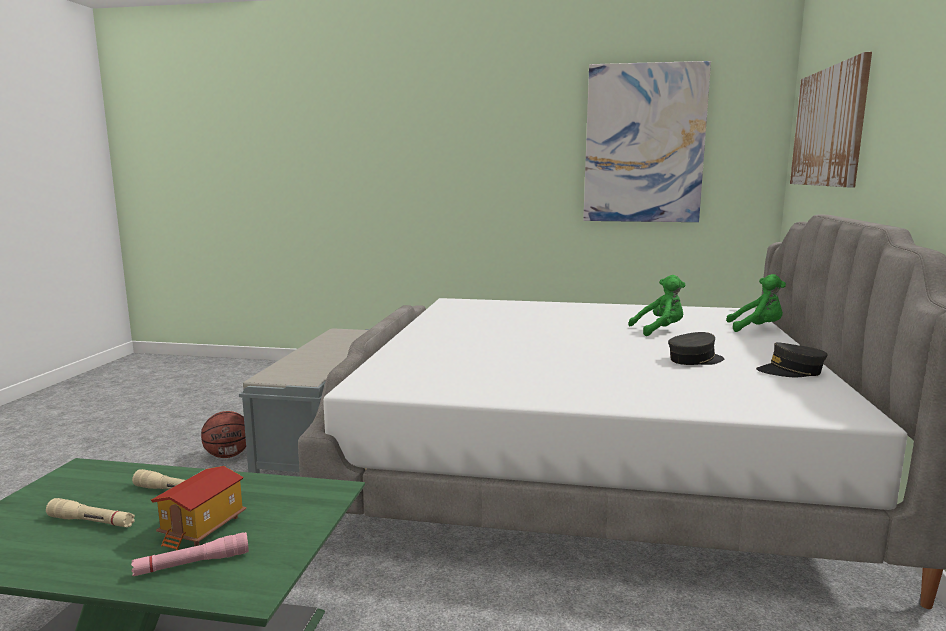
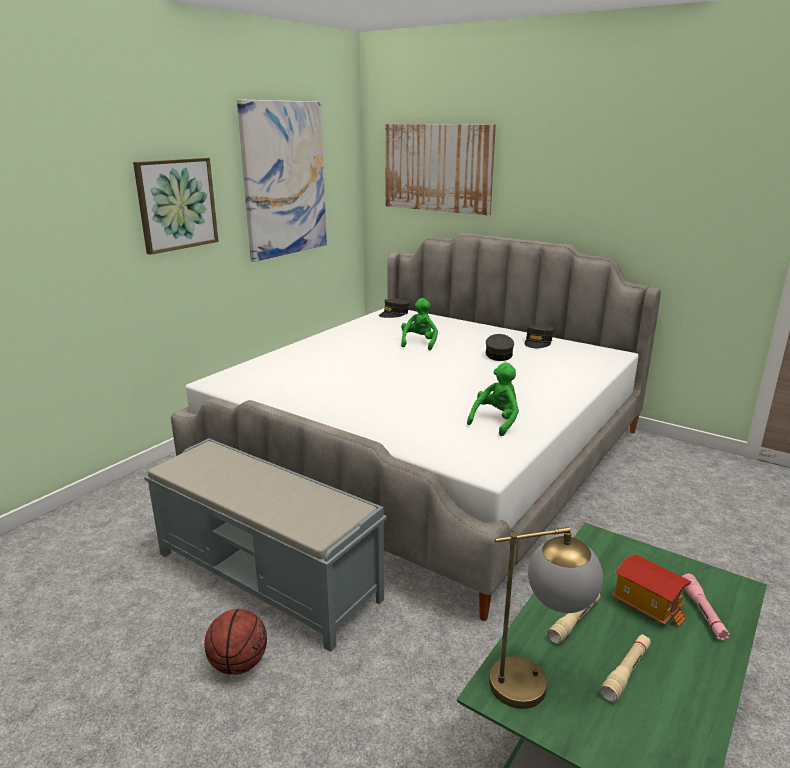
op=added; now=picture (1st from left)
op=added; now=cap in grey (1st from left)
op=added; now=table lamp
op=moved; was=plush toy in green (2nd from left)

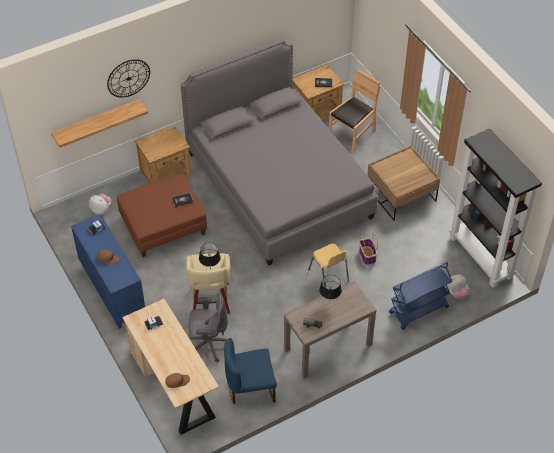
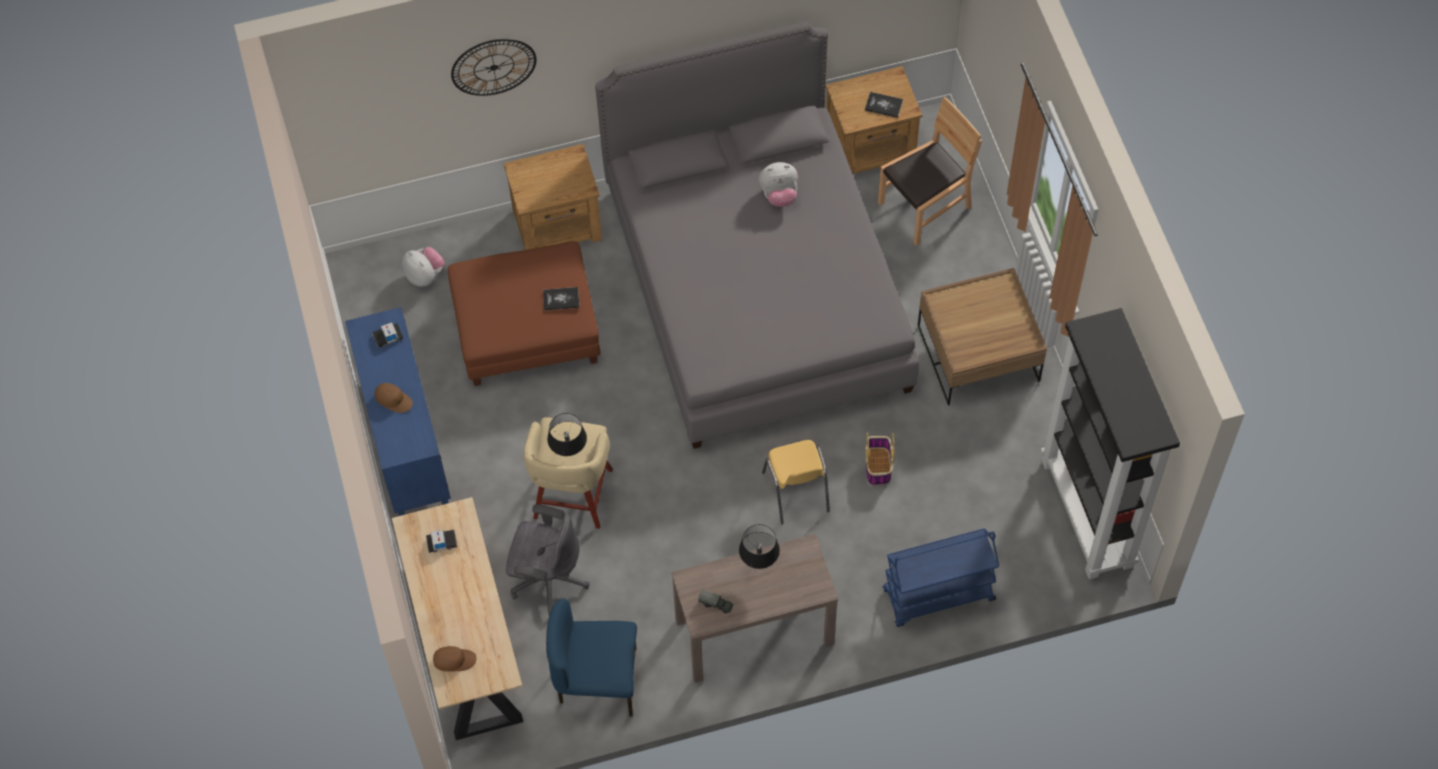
op=removed; was=shelf
op=moved; was=plush toy (2nd from left)

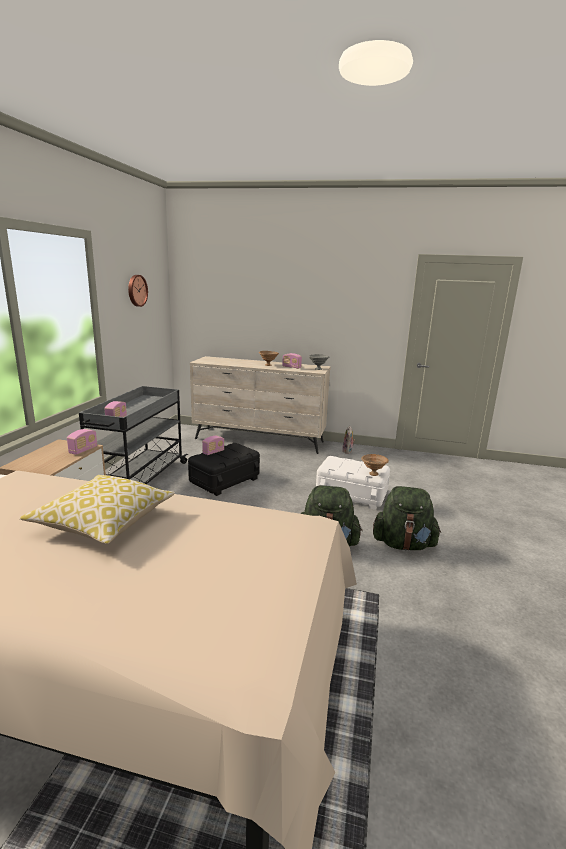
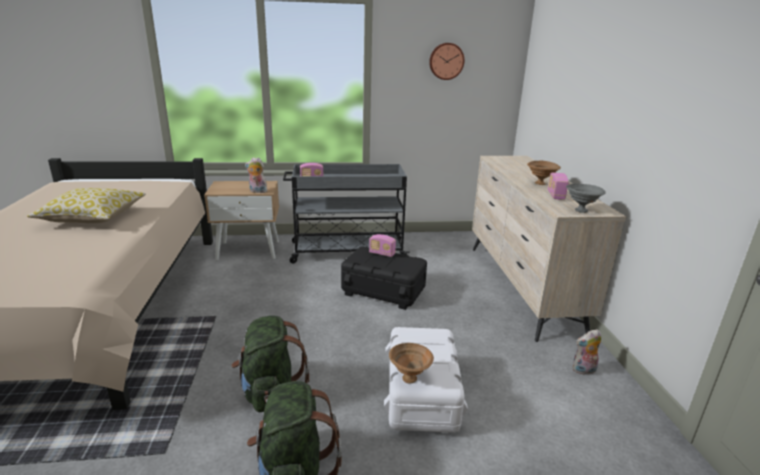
op=replaced; was=radio (1st from left); now=plush toy (1st from left)

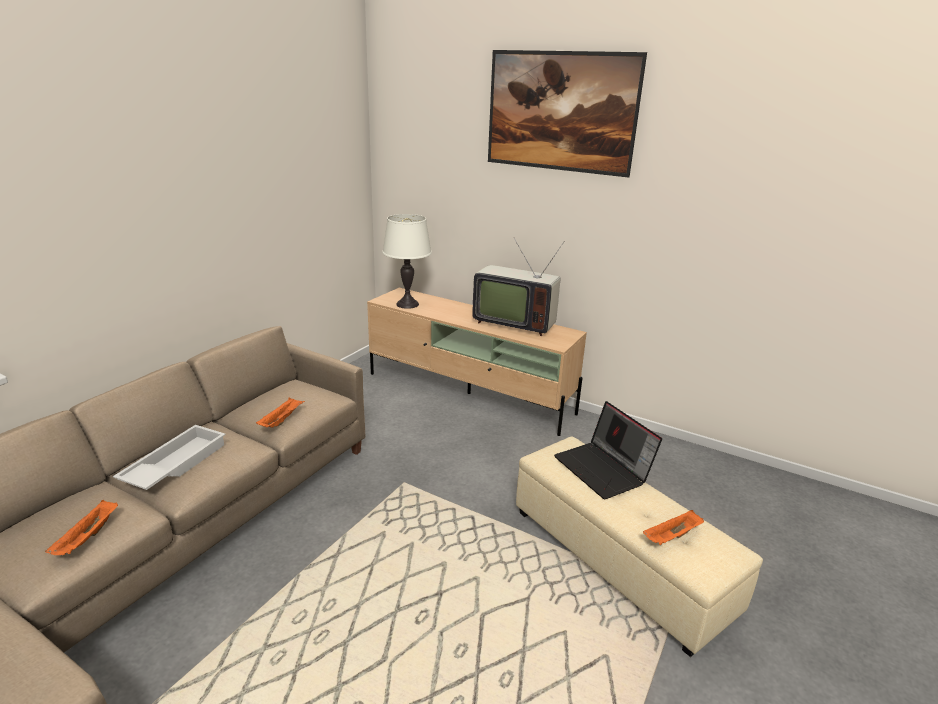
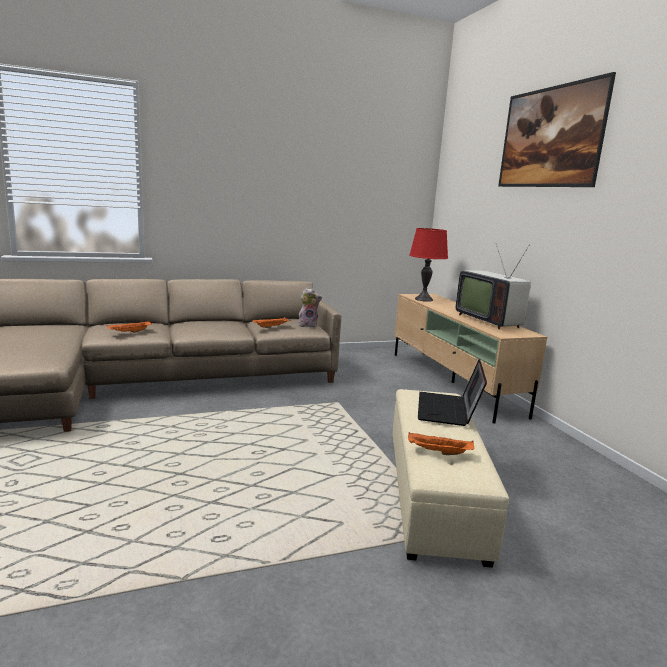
op=removed; was=tray in white
op=added; now=plush toy
op=recoloured; was=table lamp in white; now=table lamp in red

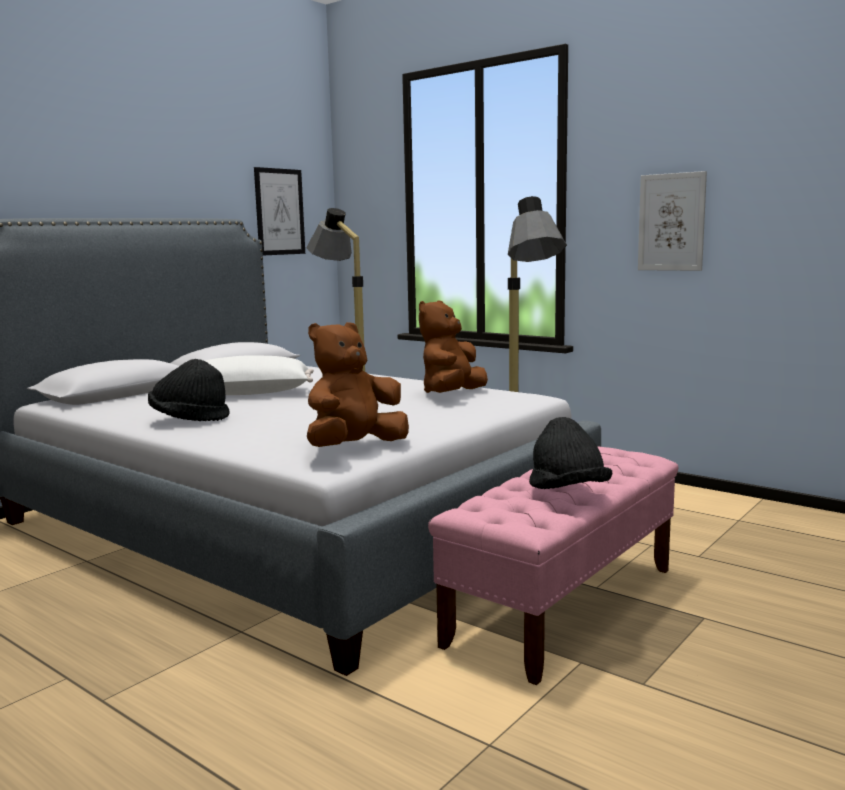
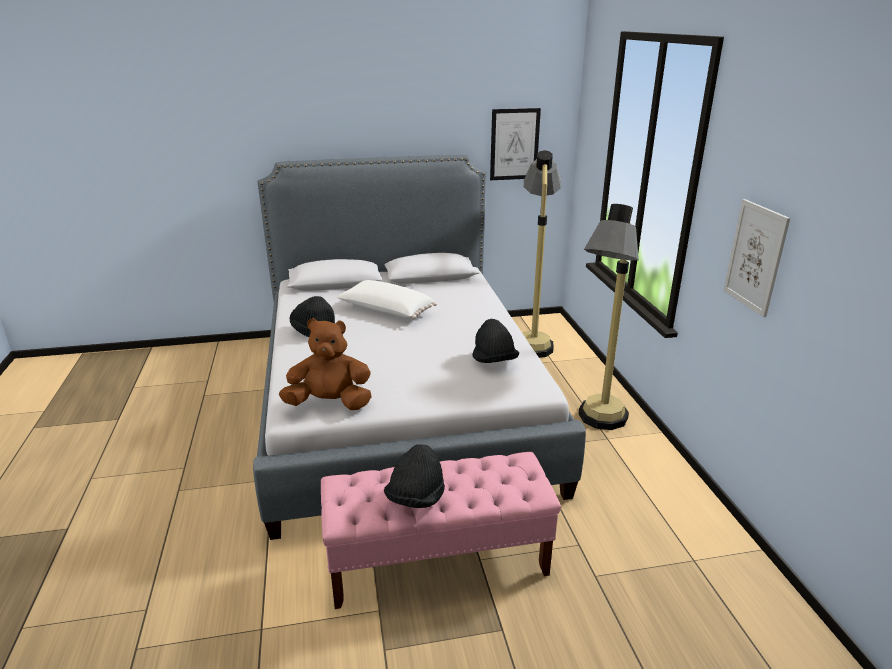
op=replaced; was=plush toy in brown (2nd from left); now=hat in black (3rd from left)

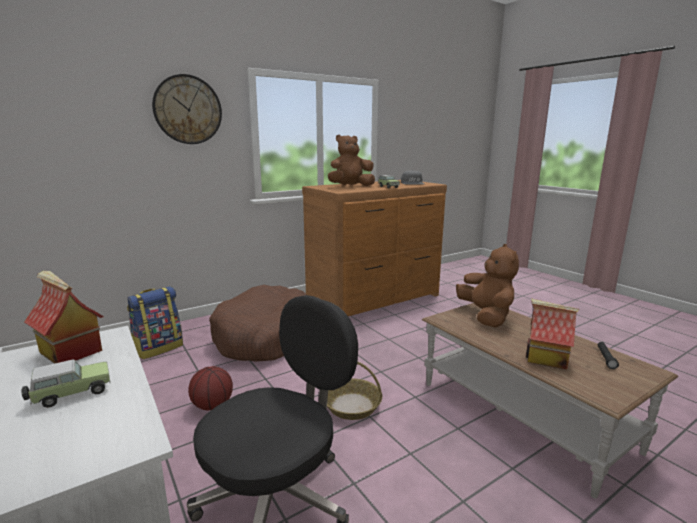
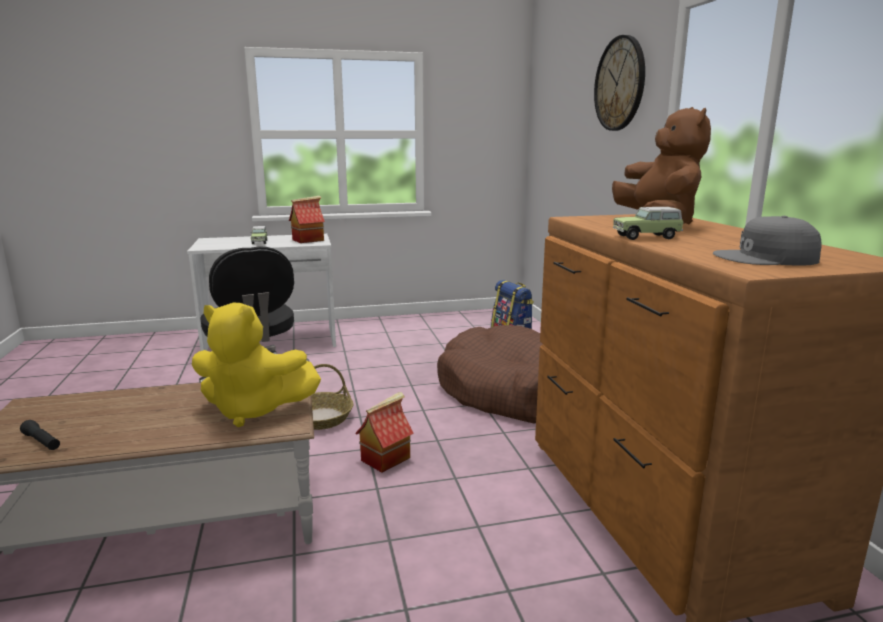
op=removed; was=basketball
op=moved; was=toy house (2nd from left)
op=recoloured; was=plush toy in brown (2nd from left); now=plush toy in yellow

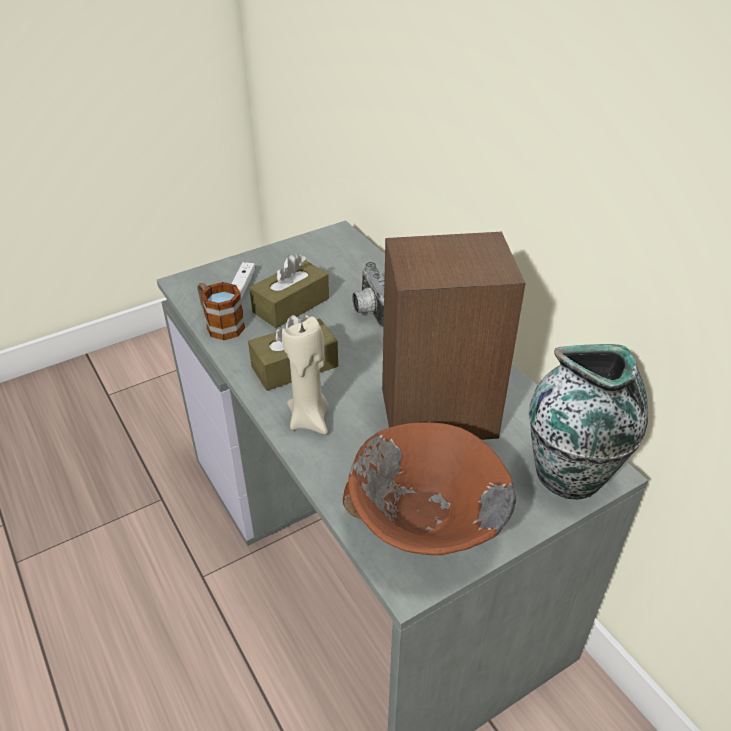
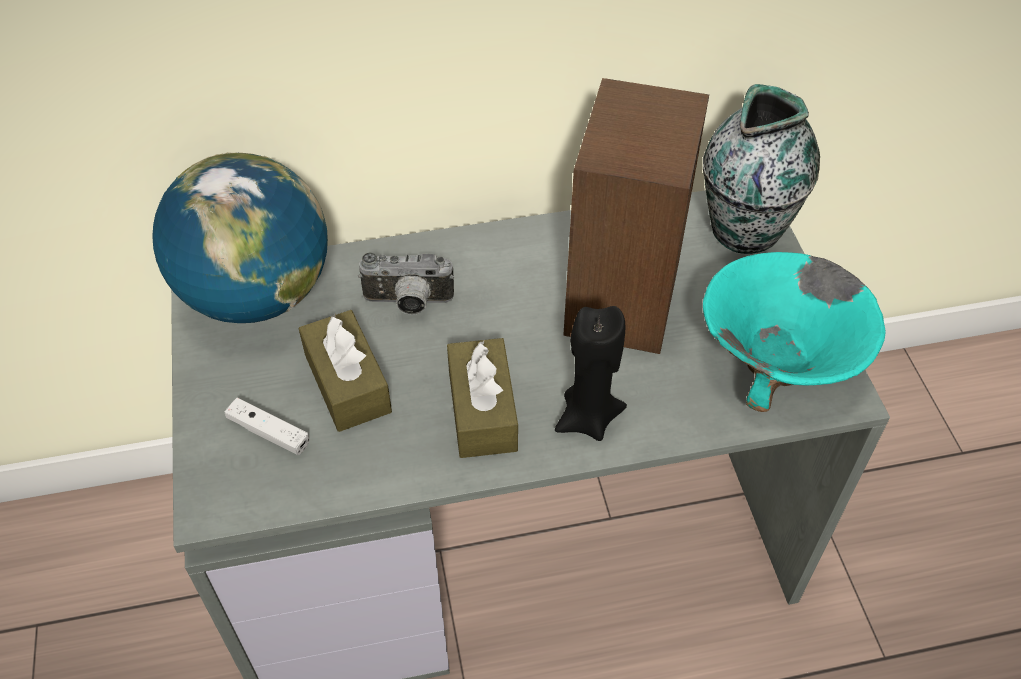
op=removed; was=mug
op=added; now=globe
op=recoloured; was=candle in beige; now=candle in black
op=recoloured; was=bowl in brown; now=bowl in turquoise

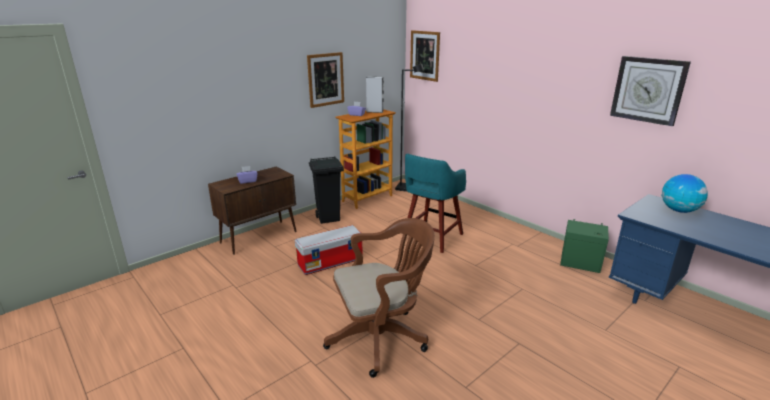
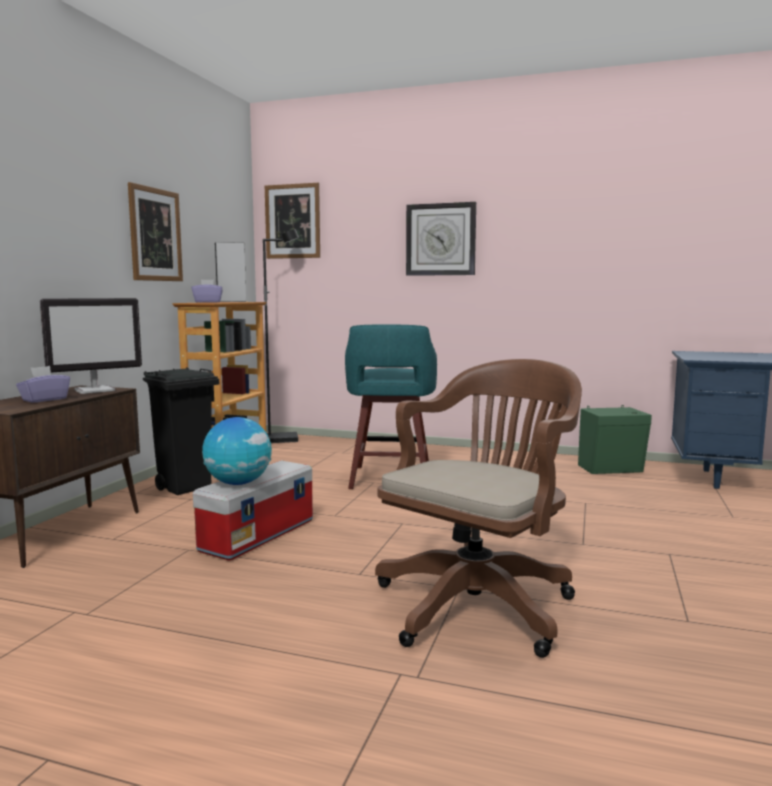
op=added; now=monitor
op=moved; was=wall clock
op=moved; was=globe

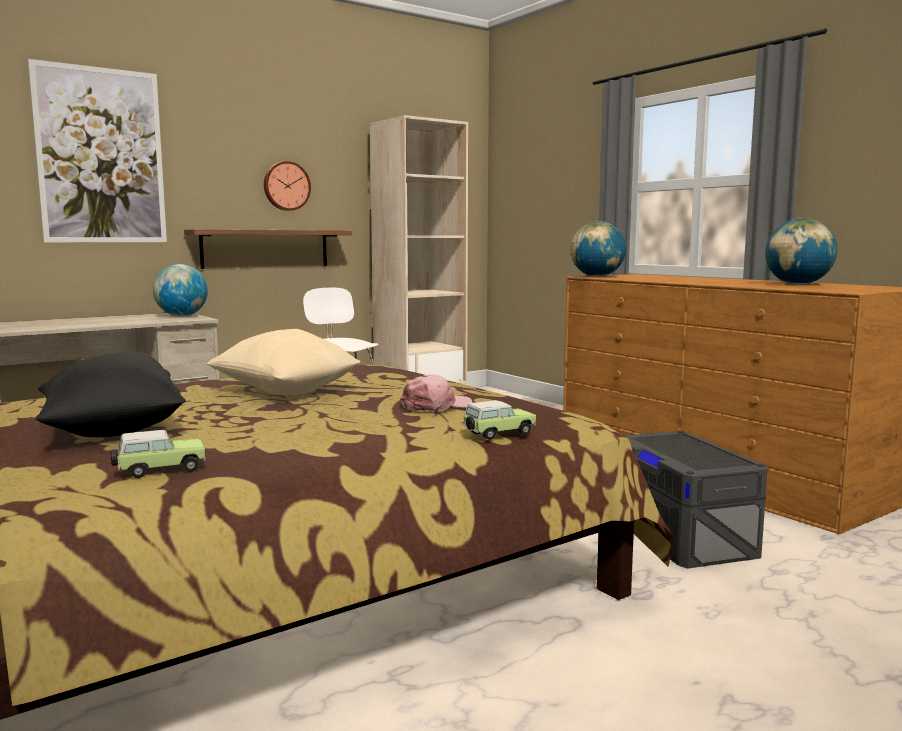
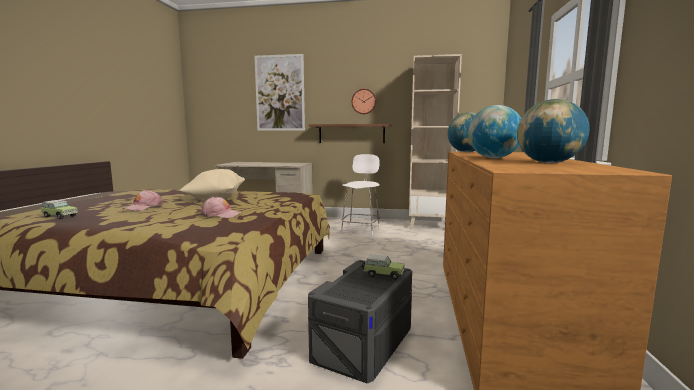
op=removed; was=pillow in black
op=added; now=cap in pink (1st from left)
op=moved; was=globe (1st from left in the first image); now=globe (2nd from left)
op=moved; was=toy car (2nd from left)

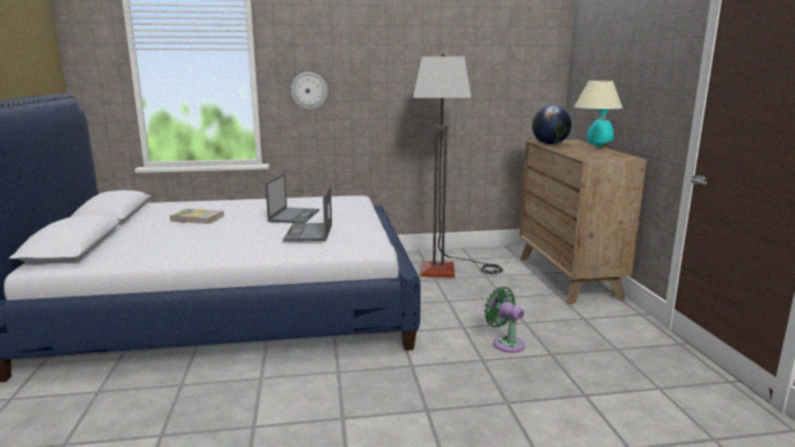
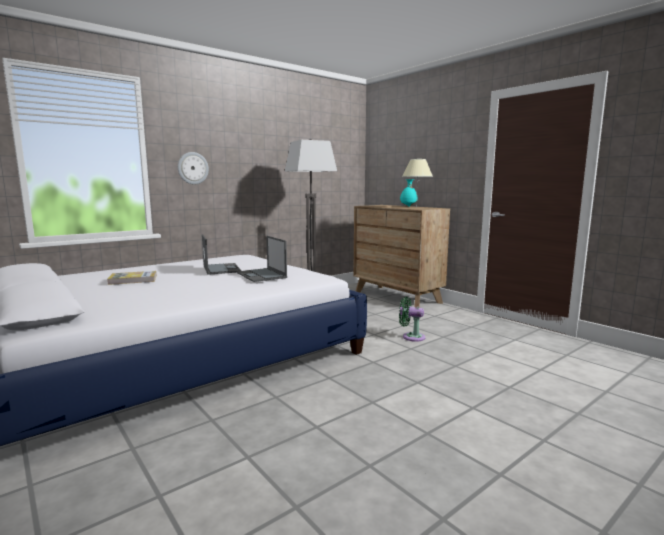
op=removed; was=globe

